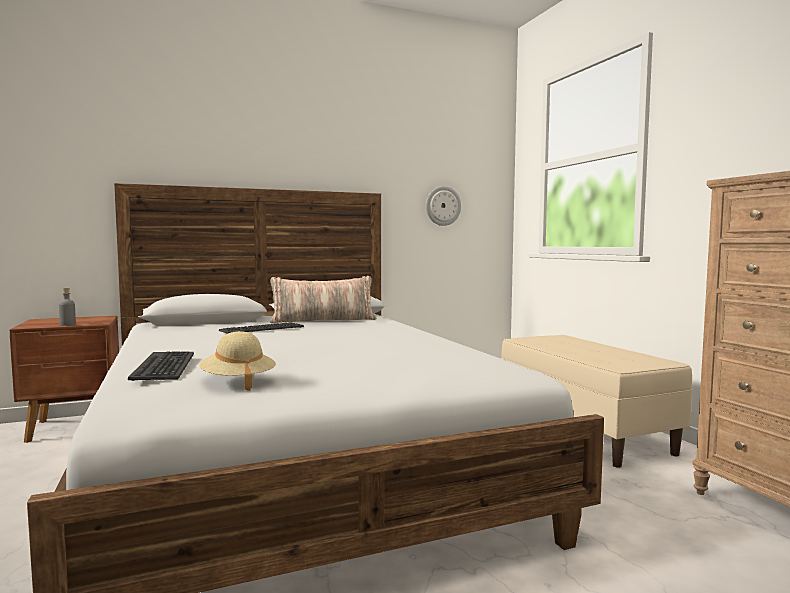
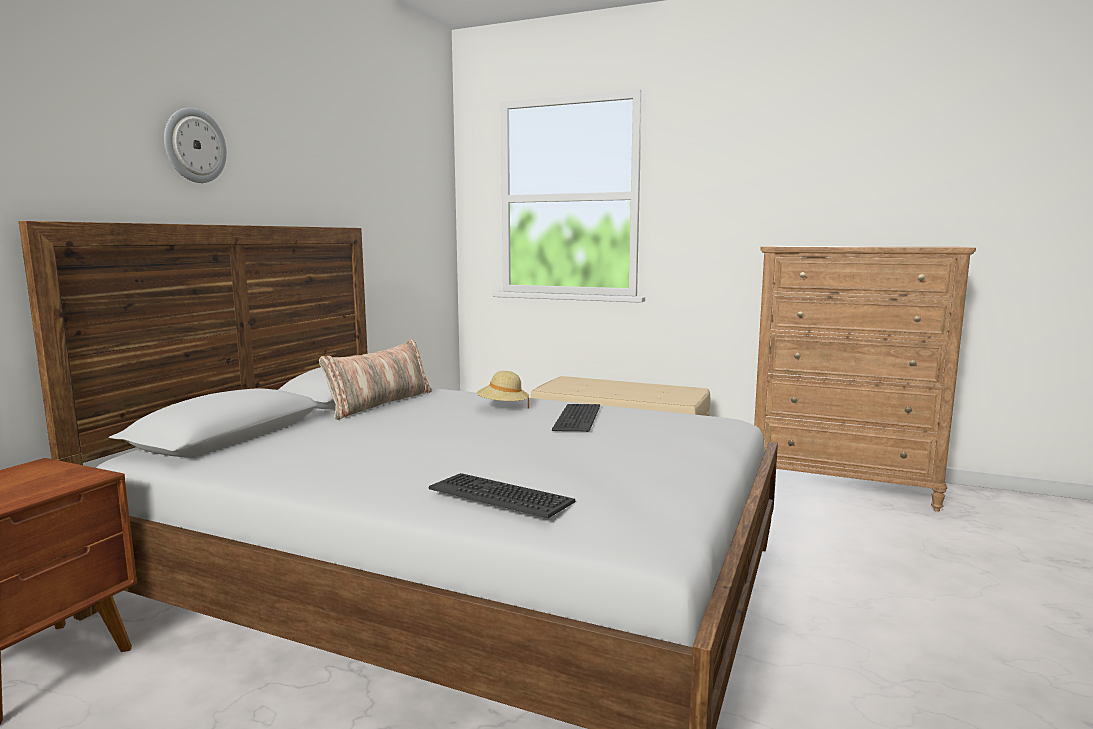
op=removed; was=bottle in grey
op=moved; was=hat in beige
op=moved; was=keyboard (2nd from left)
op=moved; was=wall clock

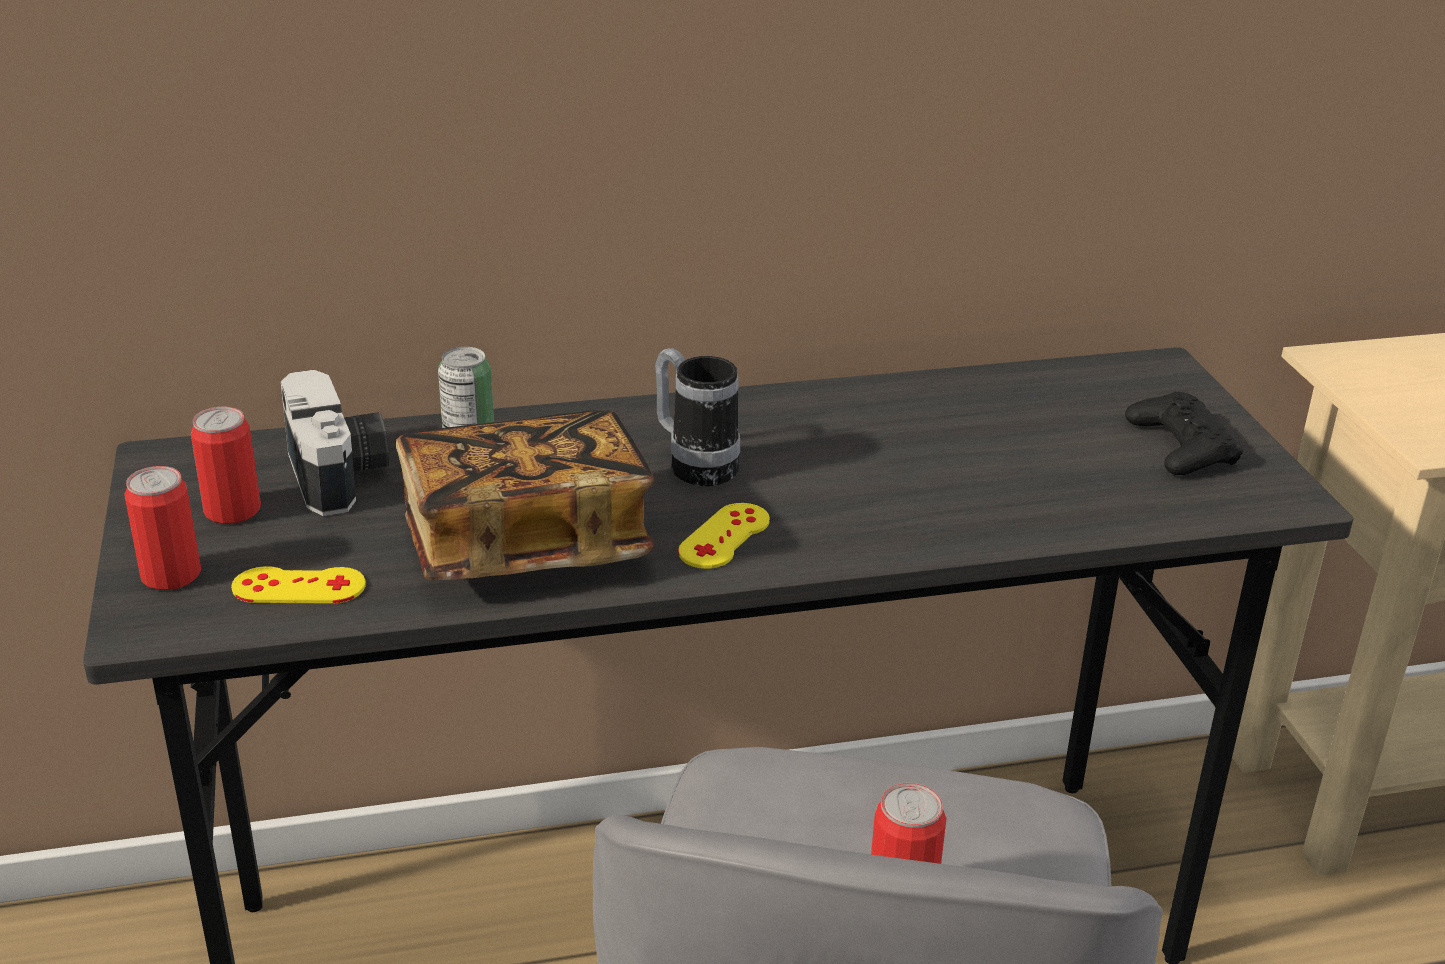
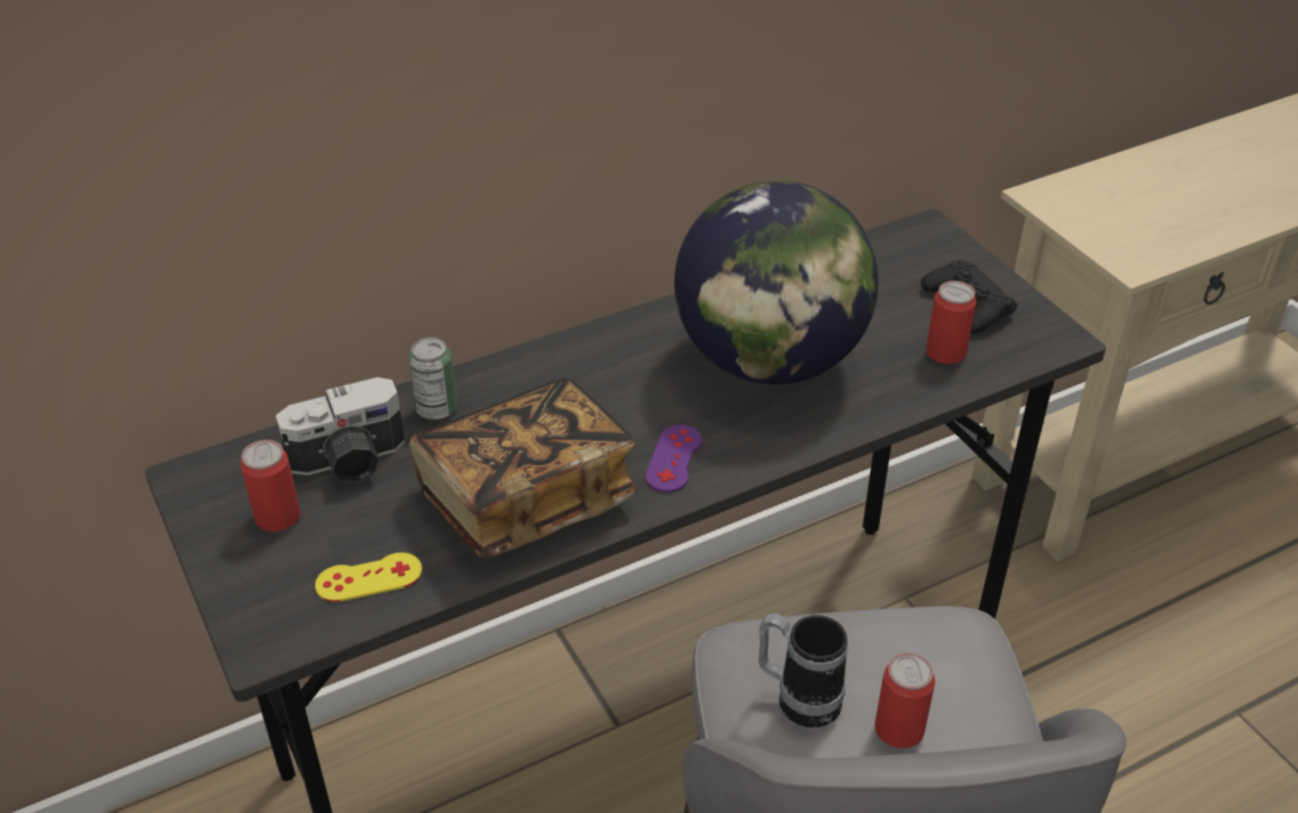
op=added; now=globe
op=moved; was=can (1st from left in the first image); now=can (4th from left)
op=moved; was=mug
op=recoloured; was=game controller in yellow (2nd from left); now=game controller in purple
op=turned; was=photo camera; clockwise=105

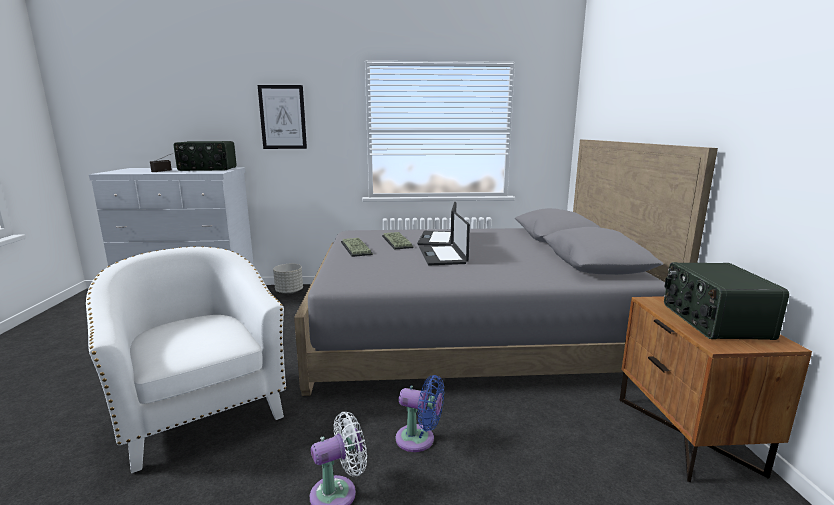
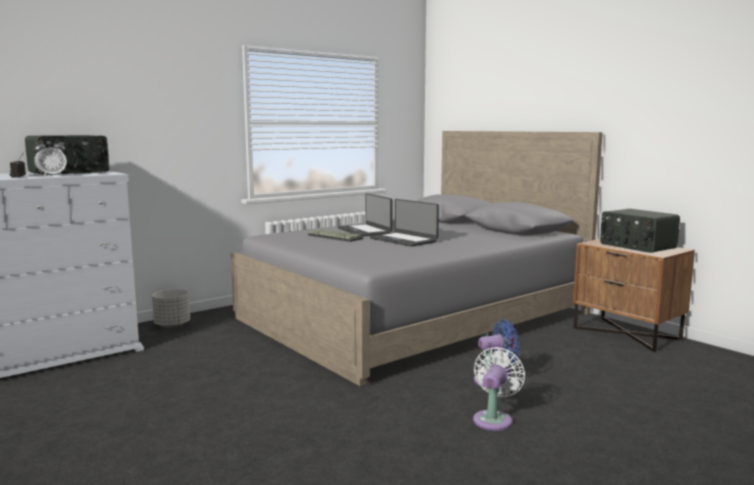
op=removed; was=armchair in white
op=removed; was=picture
op=removed; was=keyboard (1st from left)
op=added; now=alarm clock

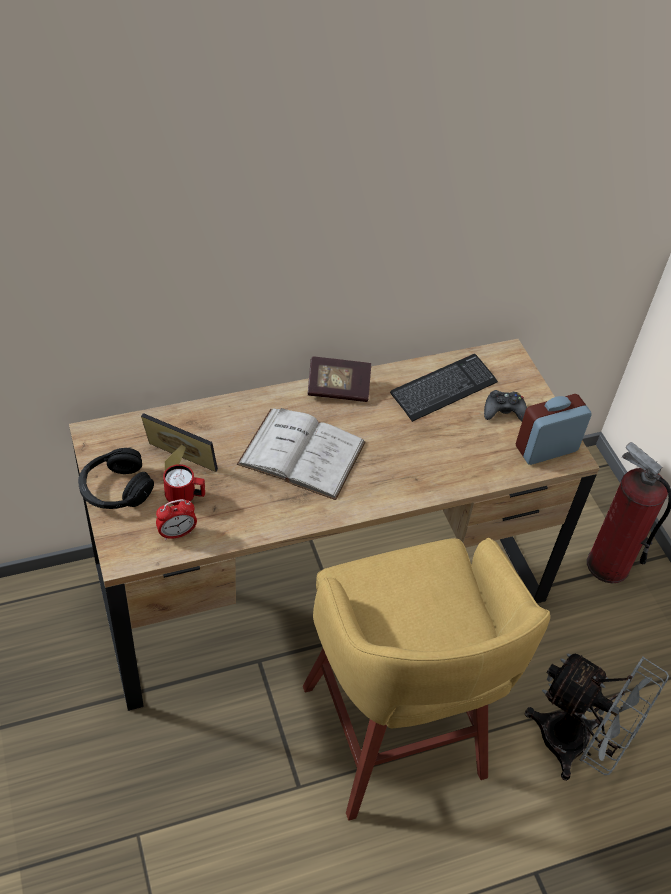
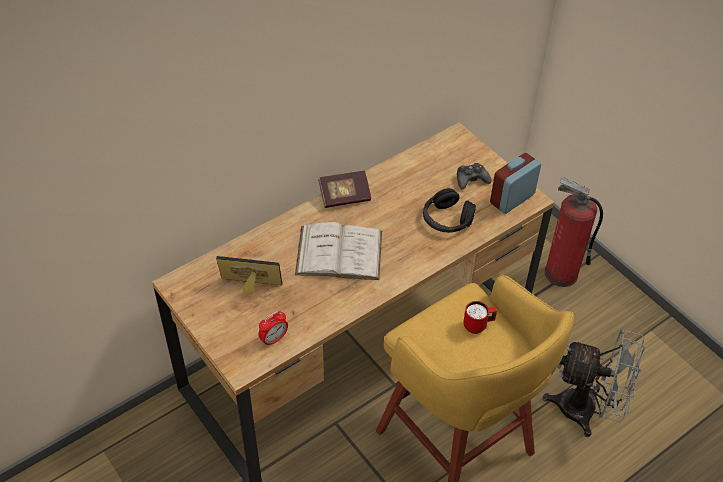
op=removed; was=keyboard
op=moved; was=headphones in black
op=moved; was=mug in red

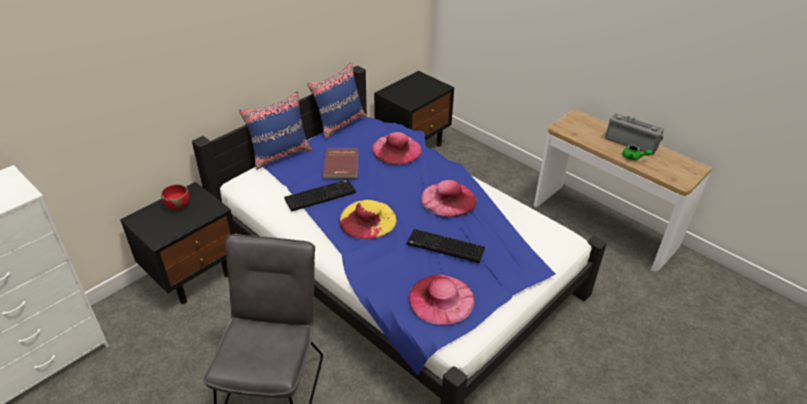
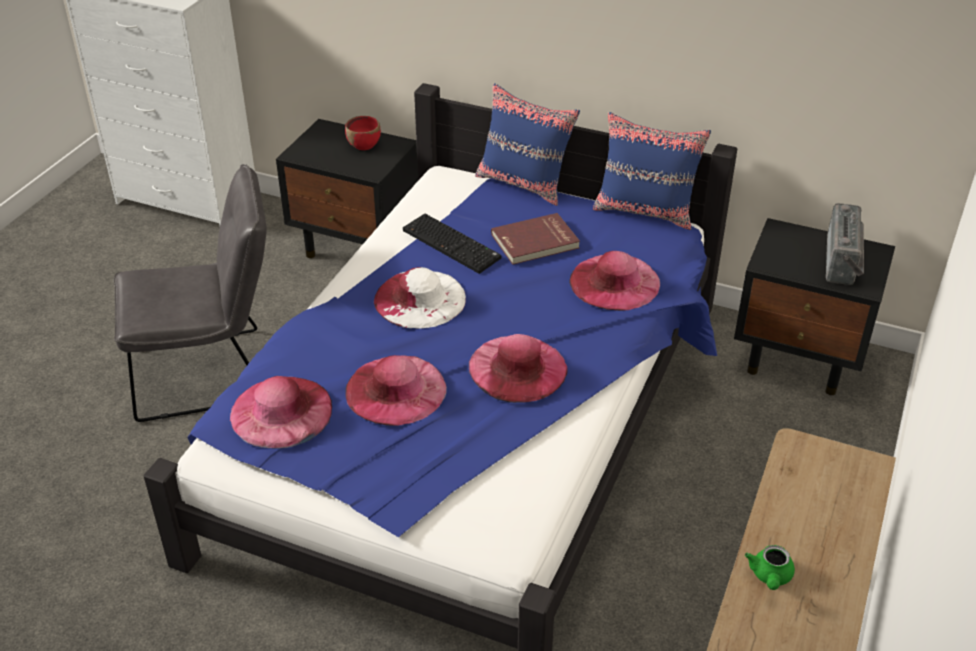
op=moved; was=radio
op=replaced; was=keyboard (2nd from left); now=hat in pink (2nd from left)
op=recoloured; was=hat in yellow; now=hat in white

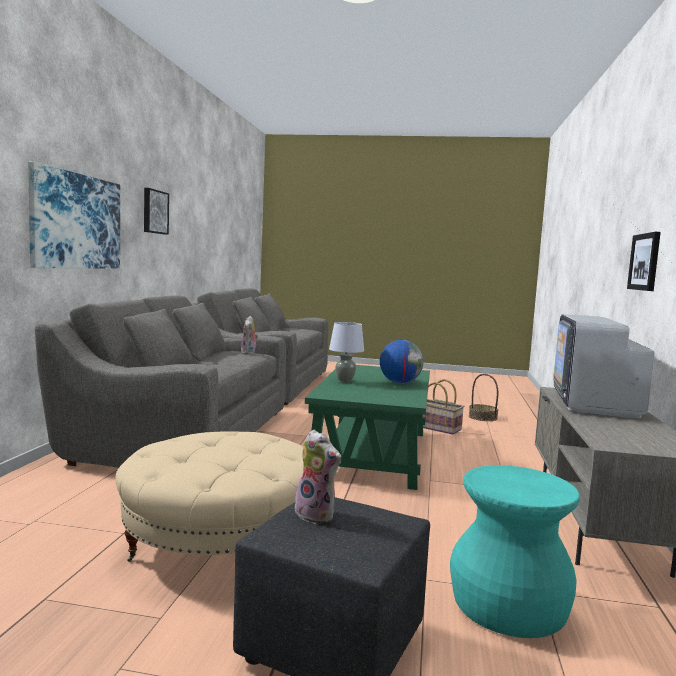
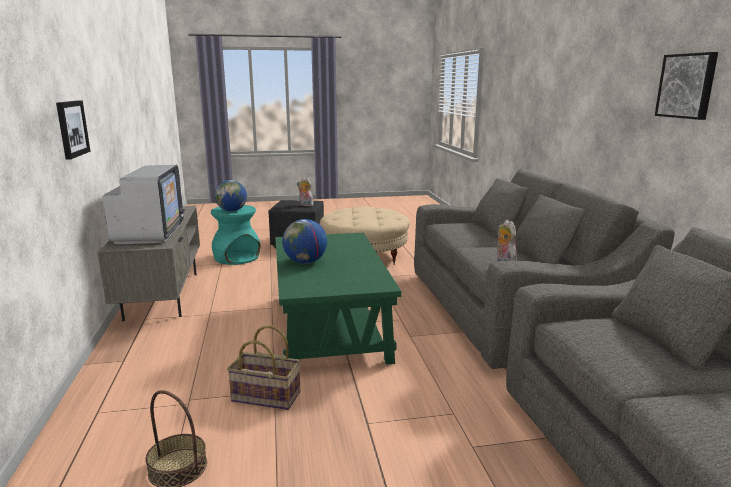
op=removed; was=picture (1st from left)
op=removed; was=table lamp in grey
op=added; now=globe (1st from left)

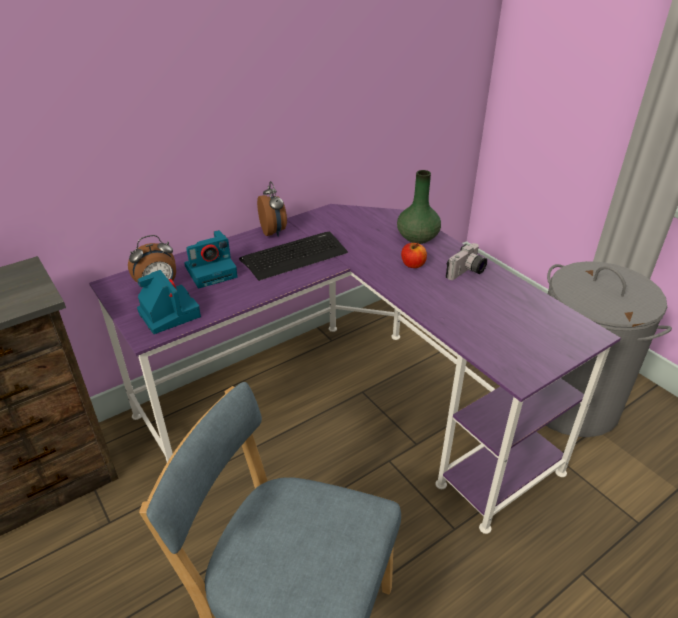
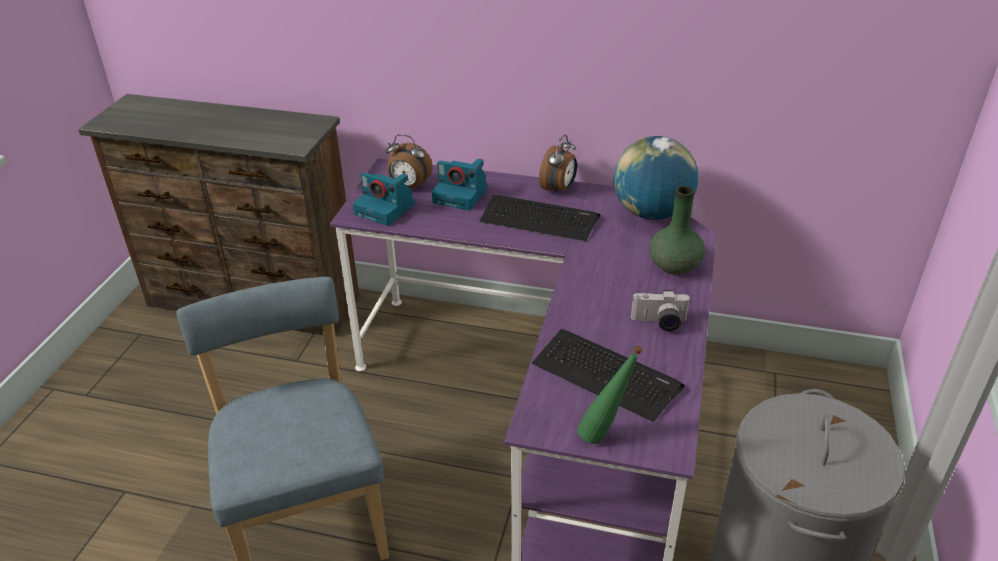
op=removed; was=apple
op=added; now=keyboard (2nd from left)
op=added; now=bottle in green
op=added; now=globe
op=turned; was=photo camera (1st from left); clockwise=105

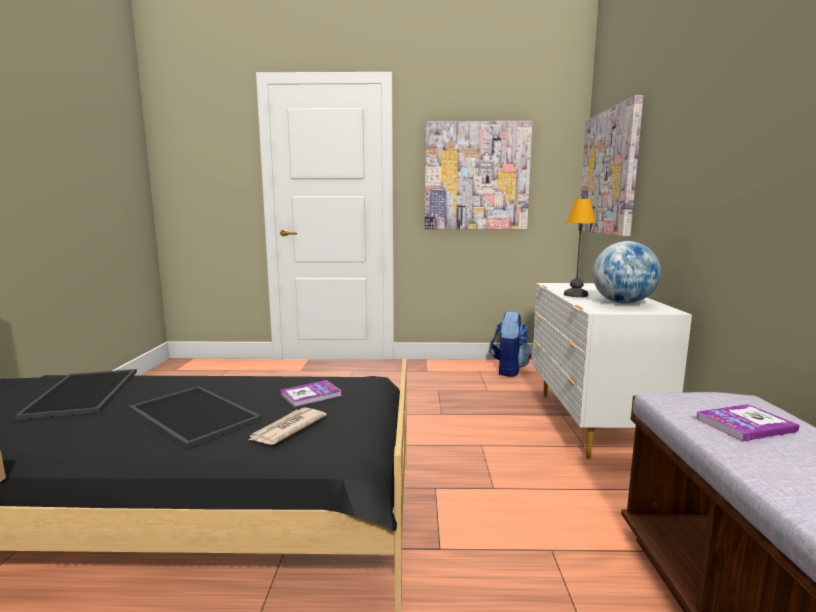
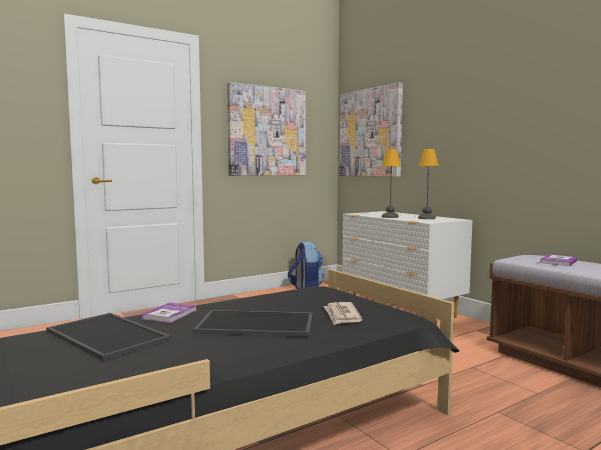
op=moved; was=book (1st from left)
op=replaced; was=globe; now=table lamp (2nd from left)

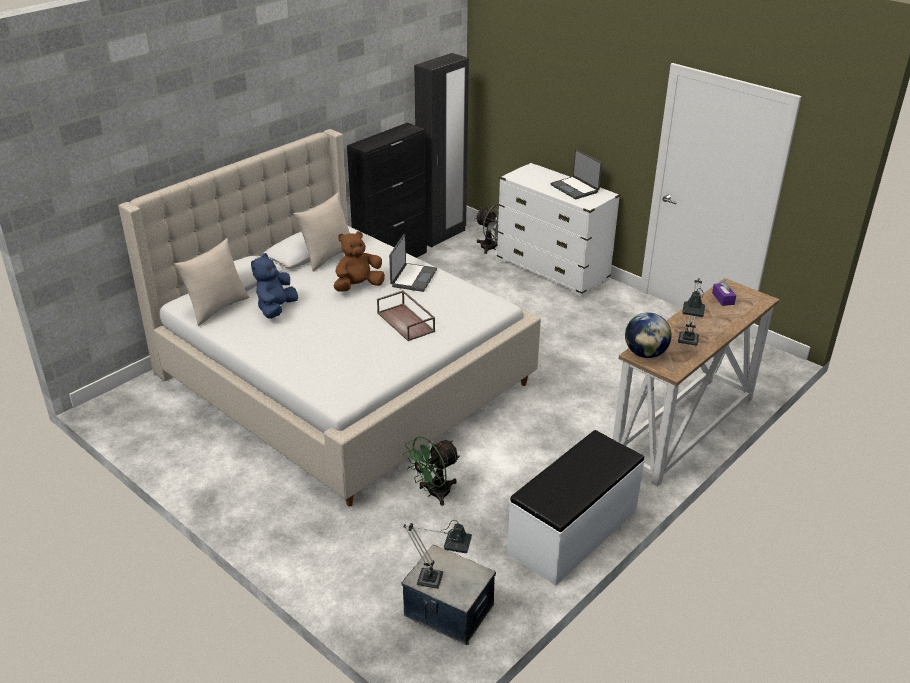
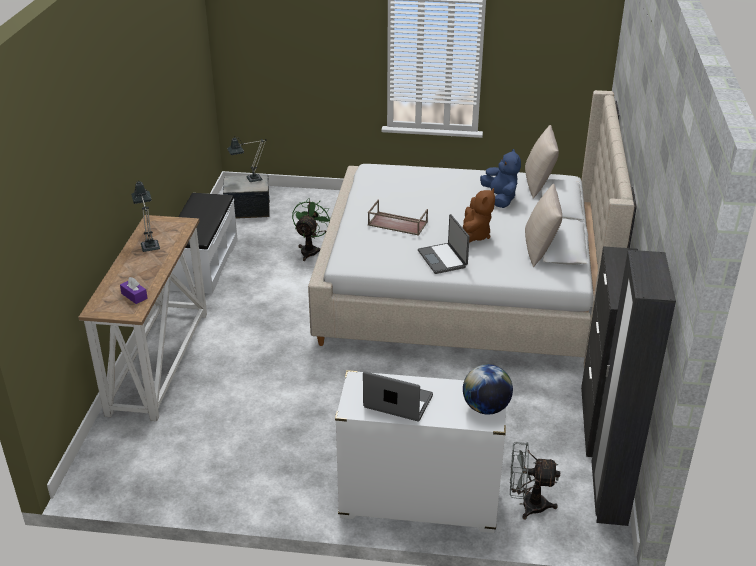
op=moved; was=globe

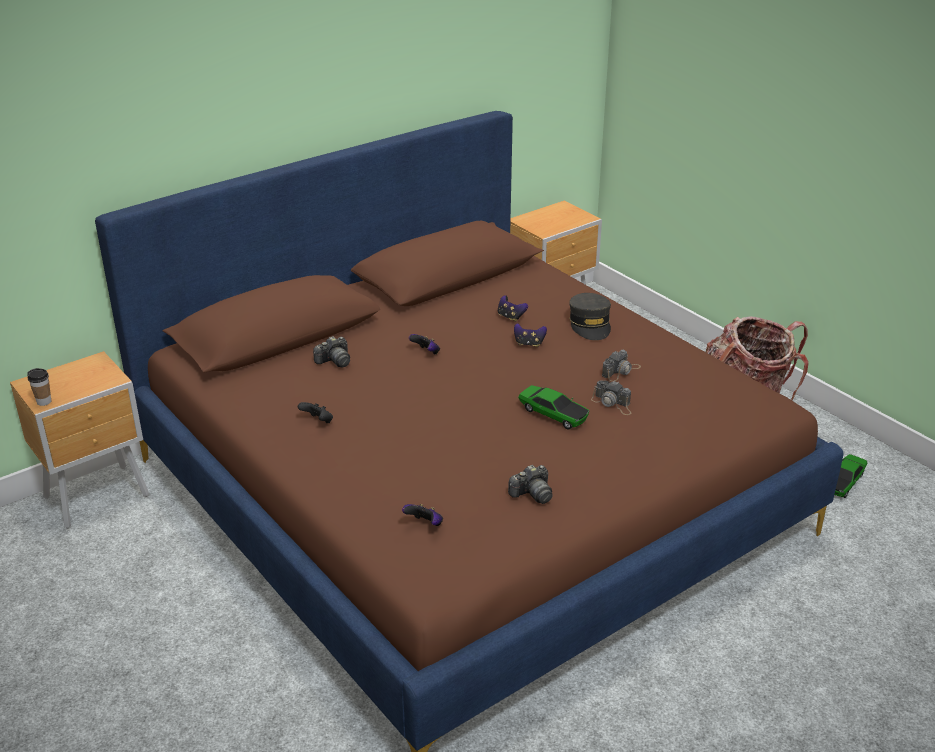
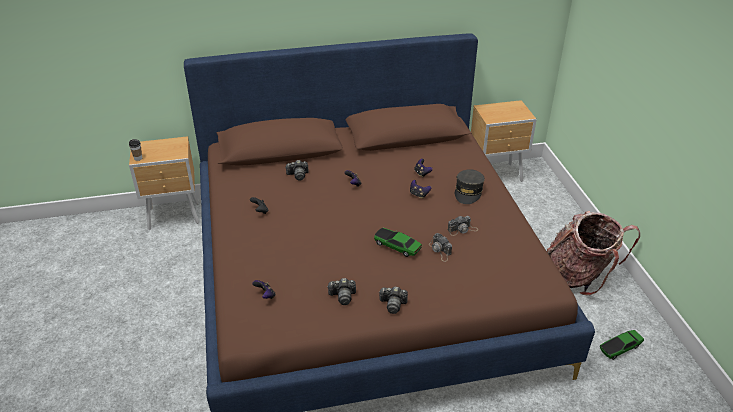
op=added; now=photo camera (3rd from left)
op=turned; was=toy car (1st from left); clockwise=150

